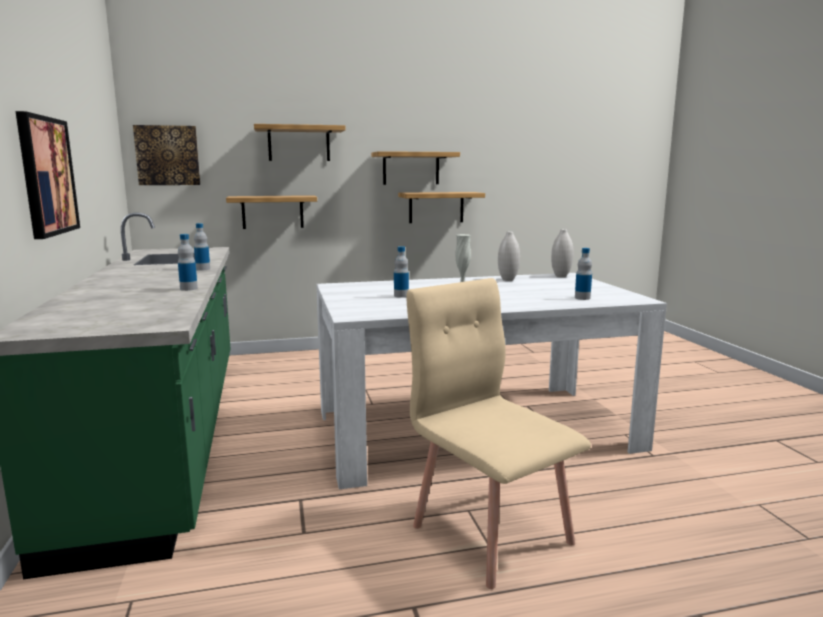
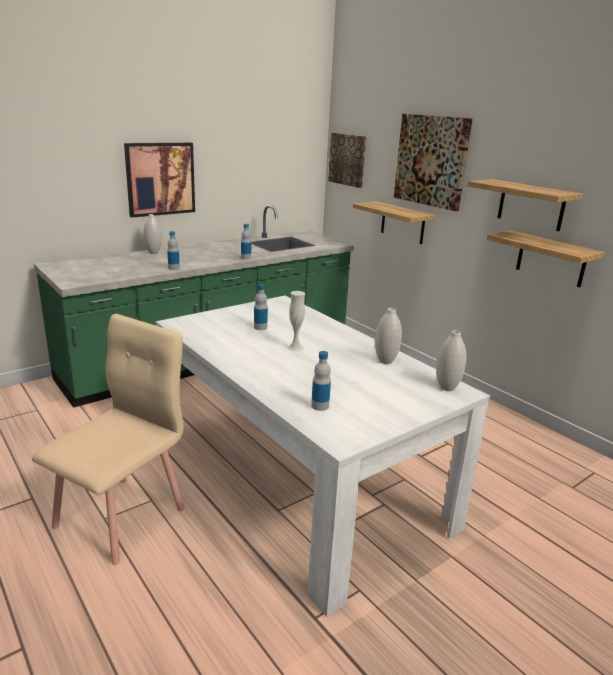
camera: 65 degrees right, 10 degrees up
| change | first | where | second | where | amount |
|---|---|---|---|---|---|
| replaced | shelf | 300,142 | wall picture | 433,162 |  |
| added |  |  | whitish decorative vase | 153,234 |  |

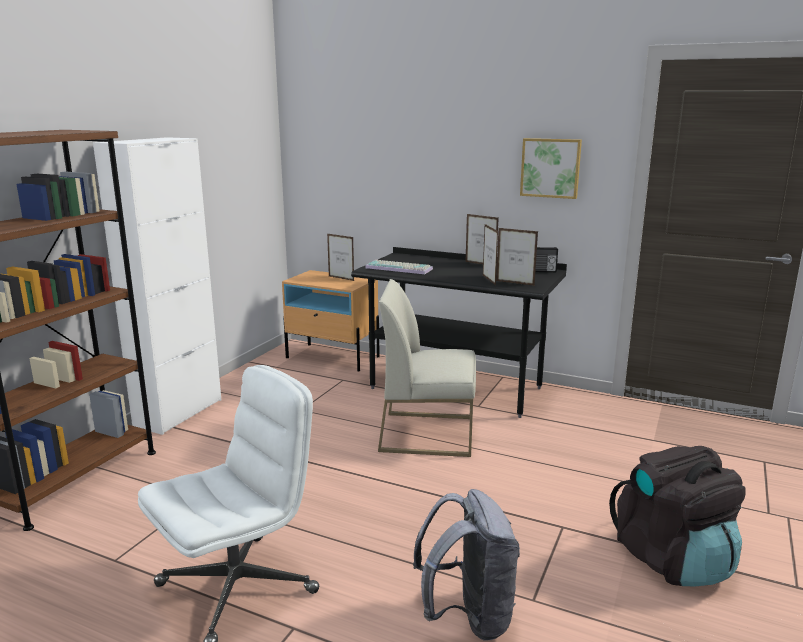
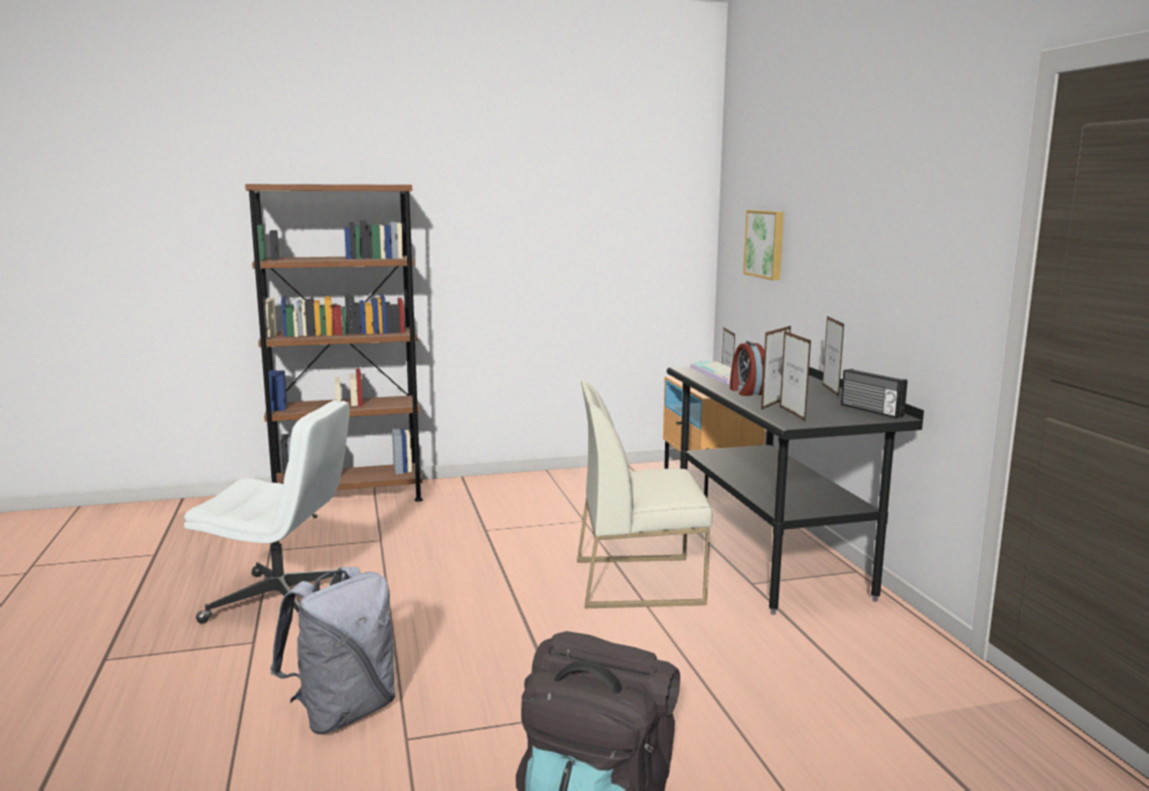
camera: 50 degrees right, 5 degrees down
| change | first | where | second | where | amount |
|---|---|---|---|---|---|
| removed | whitish cabinet | 157,286 |  |  |  |
| turned | whitish plain chair | 427,368 |  | 644,494 | 60 degrees counterclockwise |
| moved | wall picture | 551,168 |  | 763,245 |  |
| added |  |  | table clock | 747,368 |  |

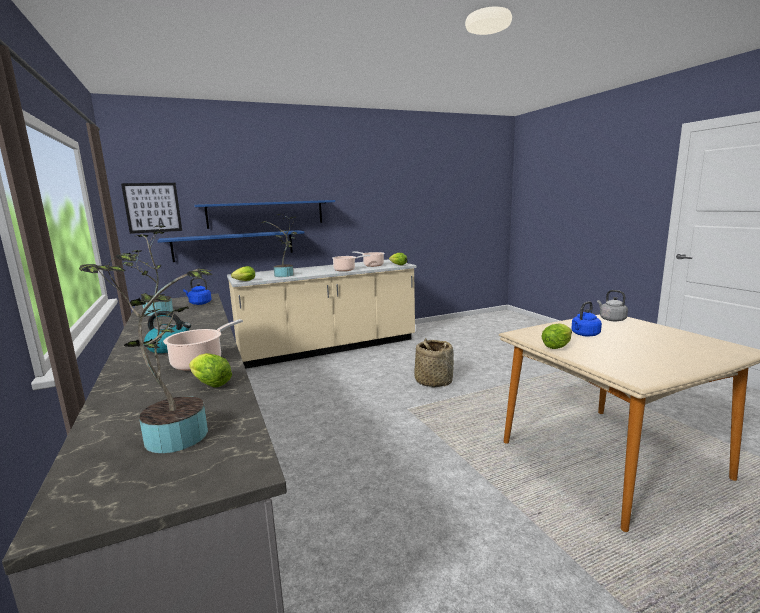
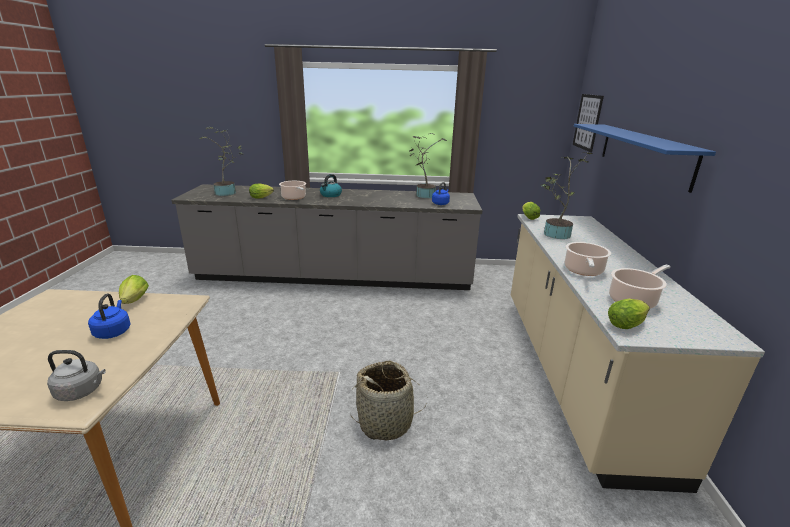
camera: 115 degrees right, 10 degrees up
| change | first | where | second | where | amount |
|---|---|---|---|---|---|
| removed | blue shelf | 231,246 |  |  |  |

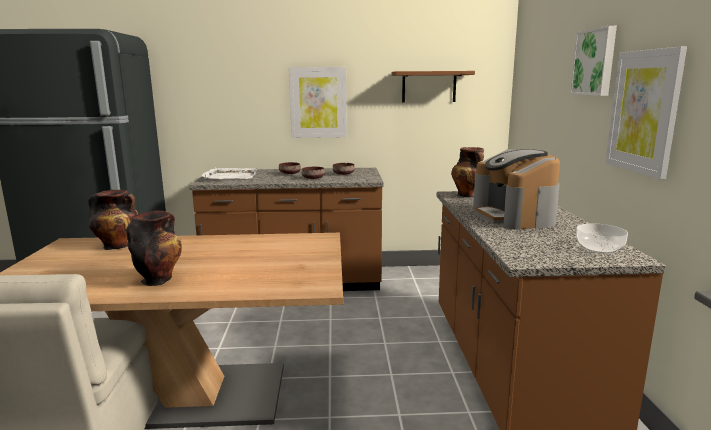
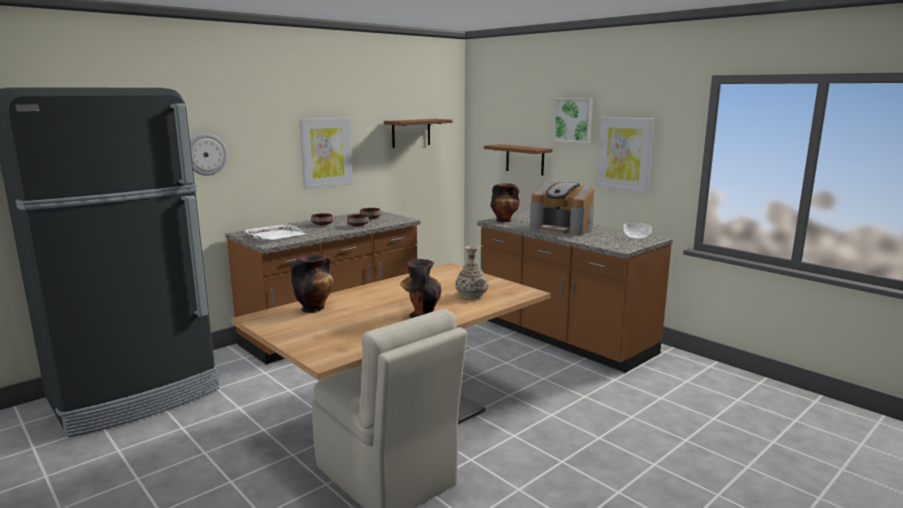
camera: 40 degrees left, 0 degrees up
| change | first | where | second | where | amount |
|---|---|---|---|---|---|
| added |  |  | clock on the wall | 209,154 |  |
| added |  |  | decorative vase | 471,272 |  |
| added |  |  | brown shelf | 518,160 |  |

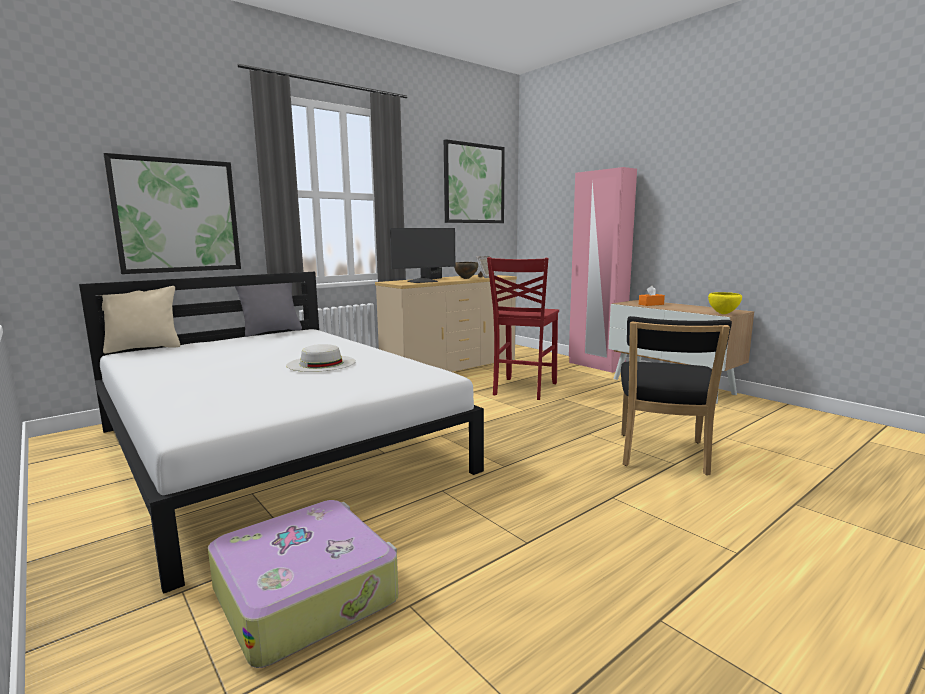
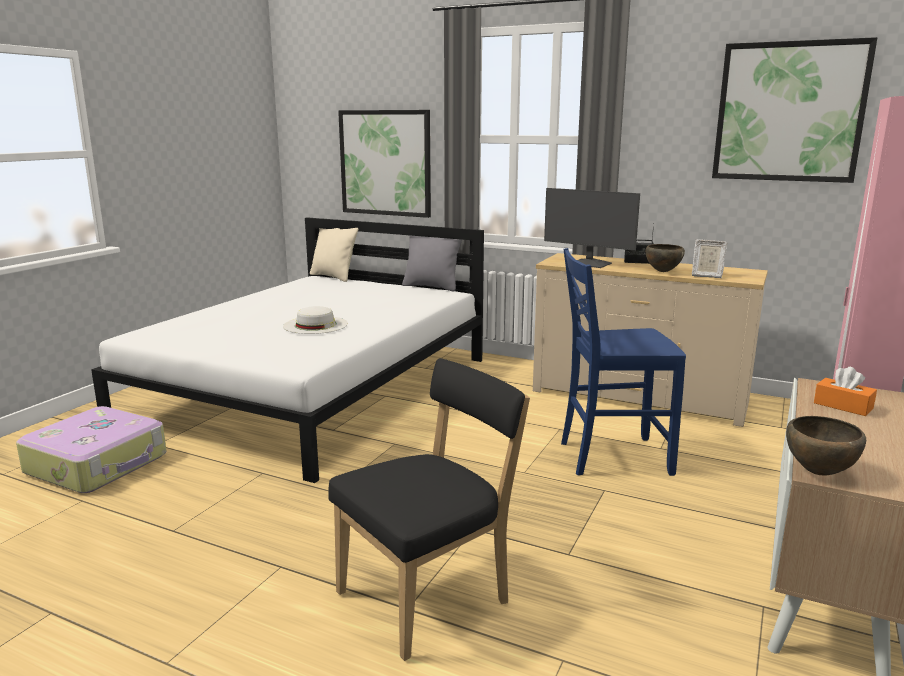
camera: 65 degrees right, 5 degrees up
| change | first | where | second | where | amount |
|---|---|---|---|---|---|
| recoloured | red-coloured plain chair | 523,328 | blue plain chair | 623,362 |  |
| turned | blackish plain chair | 676,395 |  | 429,509 | 150 degrees clockwise |
| recoloured | yellow-coloured bowl | 725,303 | brown bowl | 826,445 |  |

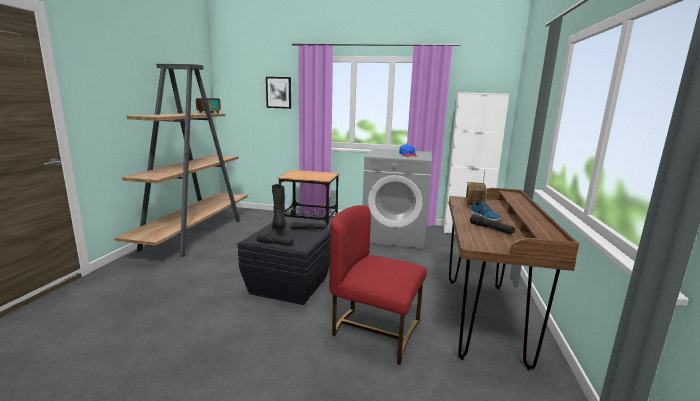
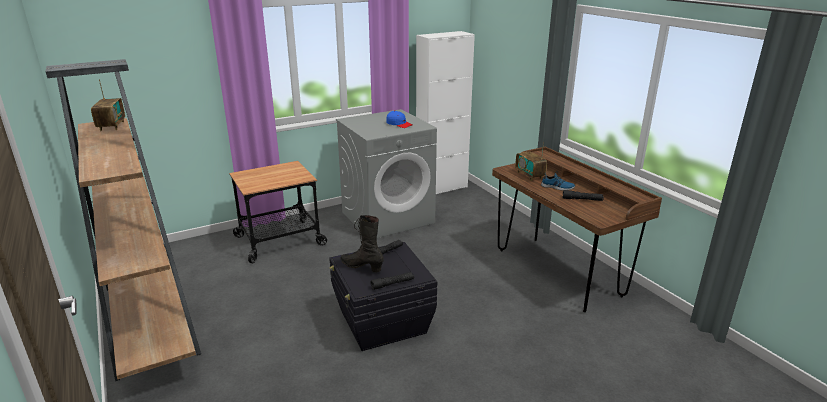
camera: 40 degrees left, 10 degrees up
| change | first | where | second | where | amount |
|---|---|---|---|---|---|
| removed | wall picture | 278,93 |  |  |  |
| removed | red-coloured plain chair | 378,285 |  |  |  |

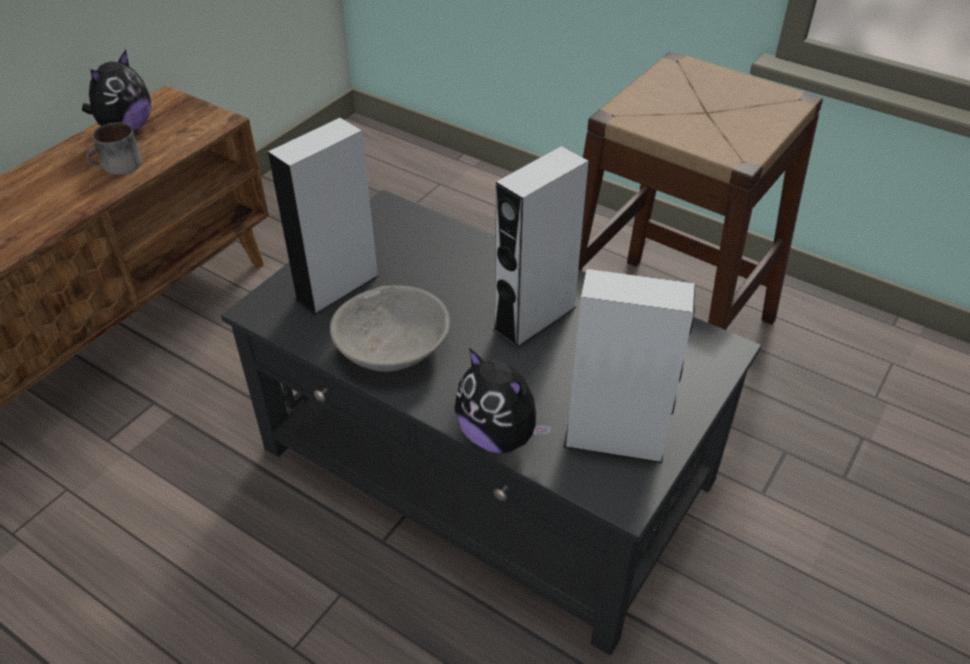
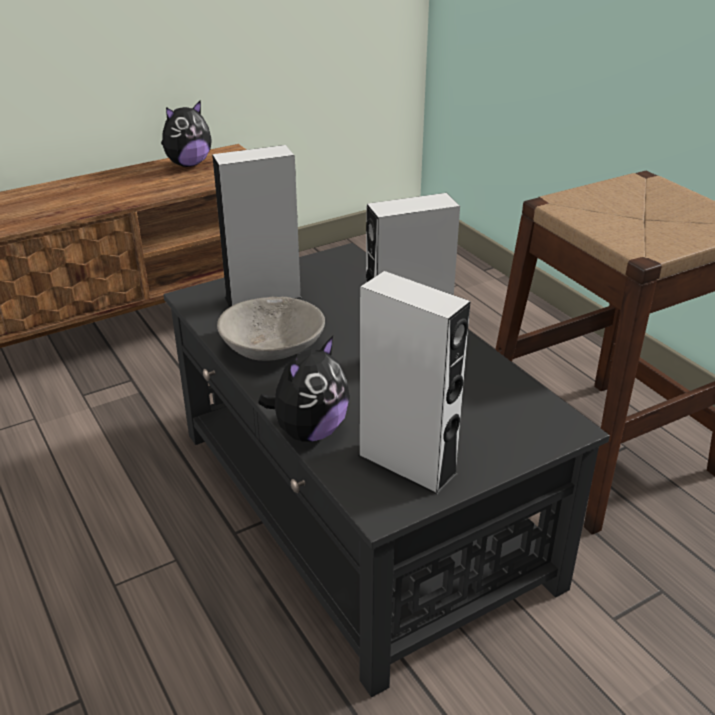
camera: 25 degrees right, 10 degrees down
| change | first | where | second | where | amount |
|---|---|---|---|---|---|
| removed | mug | 114,148 |  |  |  |
| turned | cuddly toy | 503,401 |  | 304,389 | 120 degrees counterclockwise |

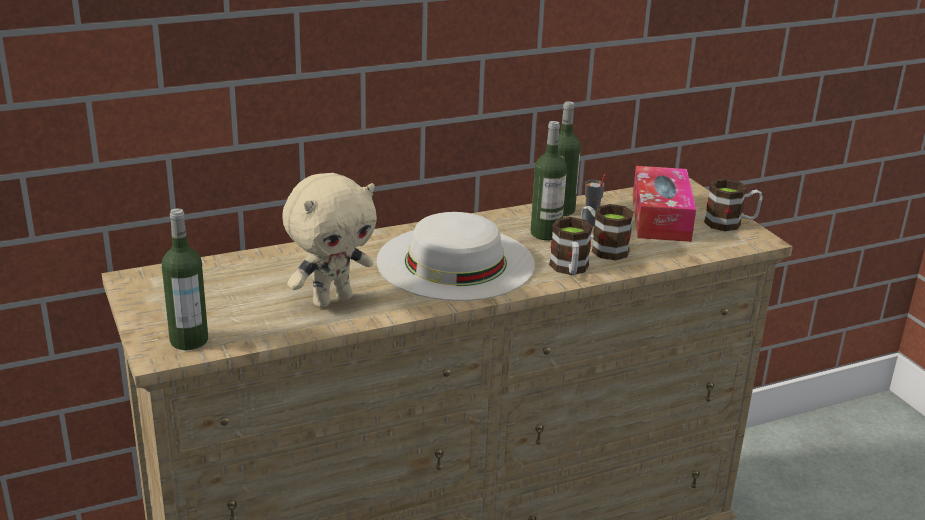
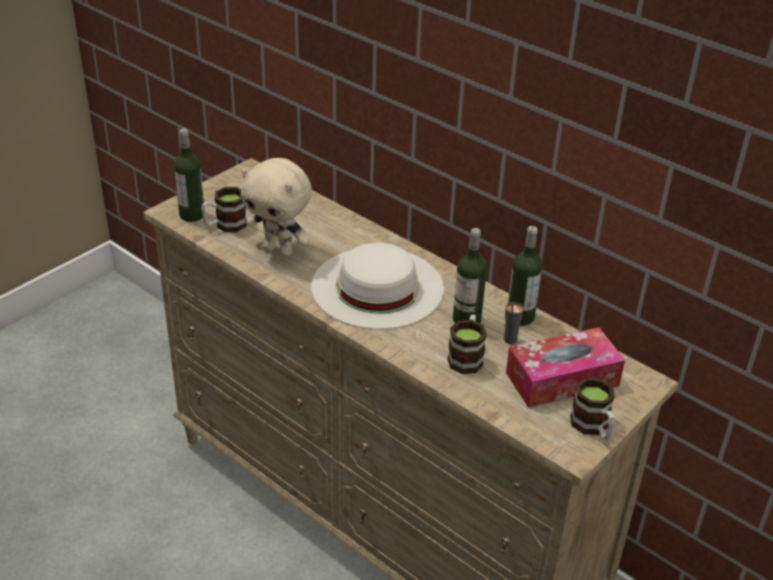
camera: 65 degrees right, 10 degrees up
| change | first | where | second | where | amount |
|---|---|---|---|---|---|
| moved | mug | 571,246 |  | 224,209 |  |

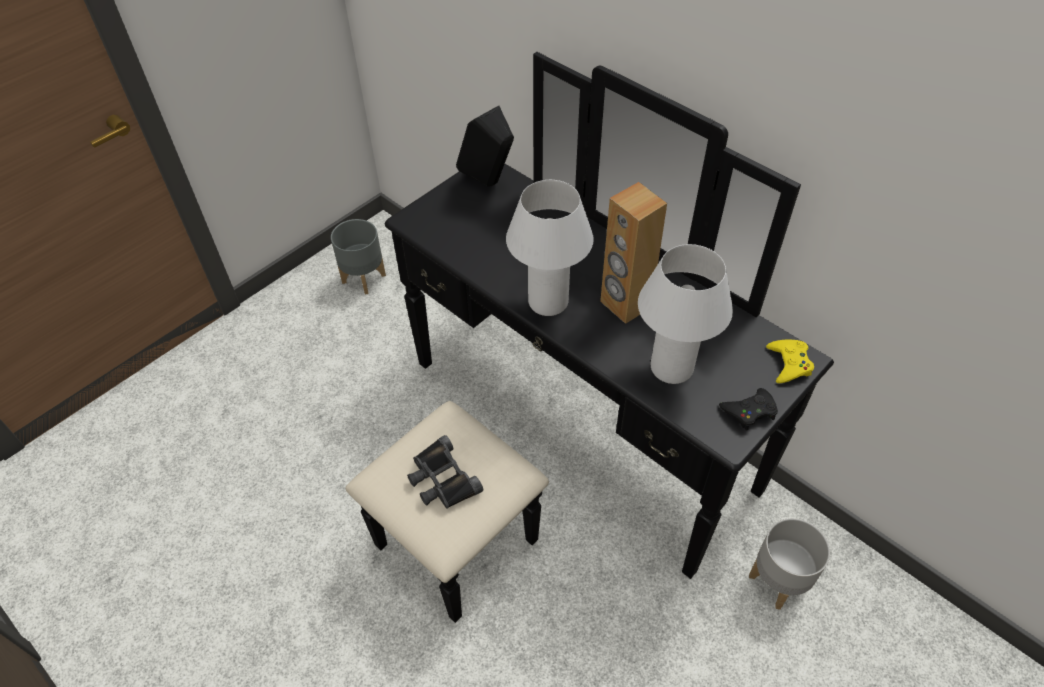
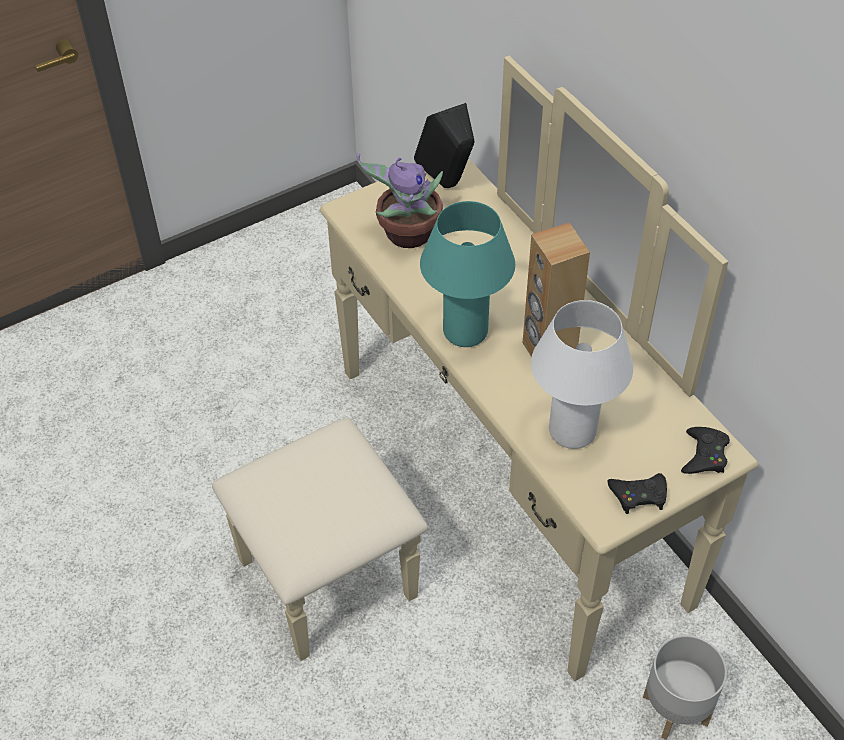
camera: 15 degrees right, 0 degrees up
| change | first | where | second | where | amount |
|---|---|---|---|---|---|
| removed | greyish plant pot | 358,257 |  |  |  |
| recoloured | blackish dresser | 589,337 | beige-coloured dresser | 485,368 |  |
| removed | blackish binoculars | 445,472 |  |  |  |
| recoloured | whitish tabletop lamp | 550,248 | turquoise-coloured tabletop lamp | 467,274 |  |
| recoloured | yellow-coloured game controller | 790,361 | blackish game controller | 705,450 |  |
| added |  |  | potted plant | 399,200 |  |

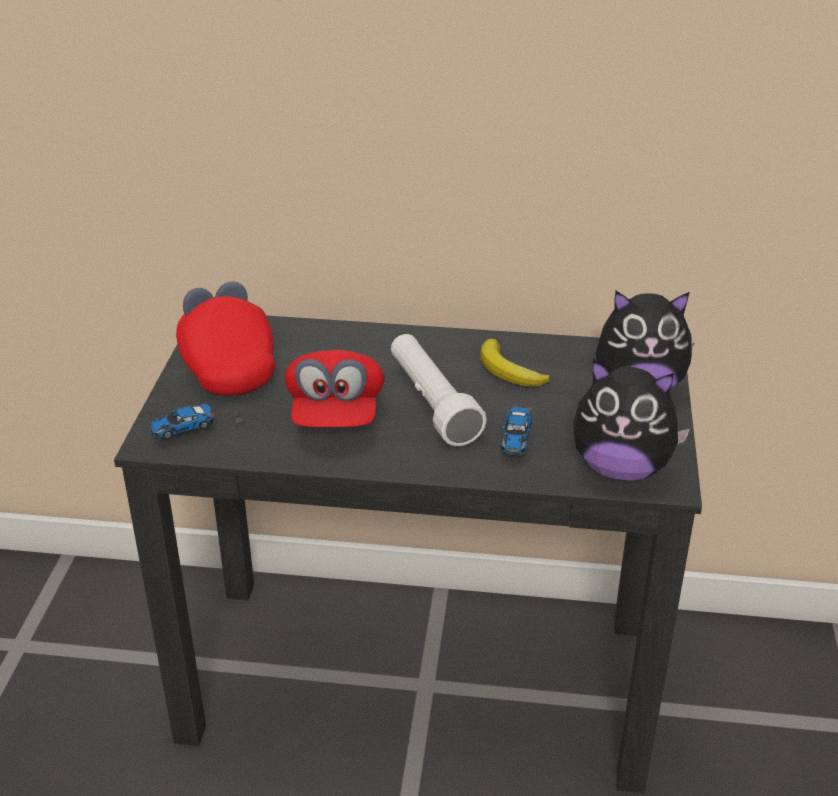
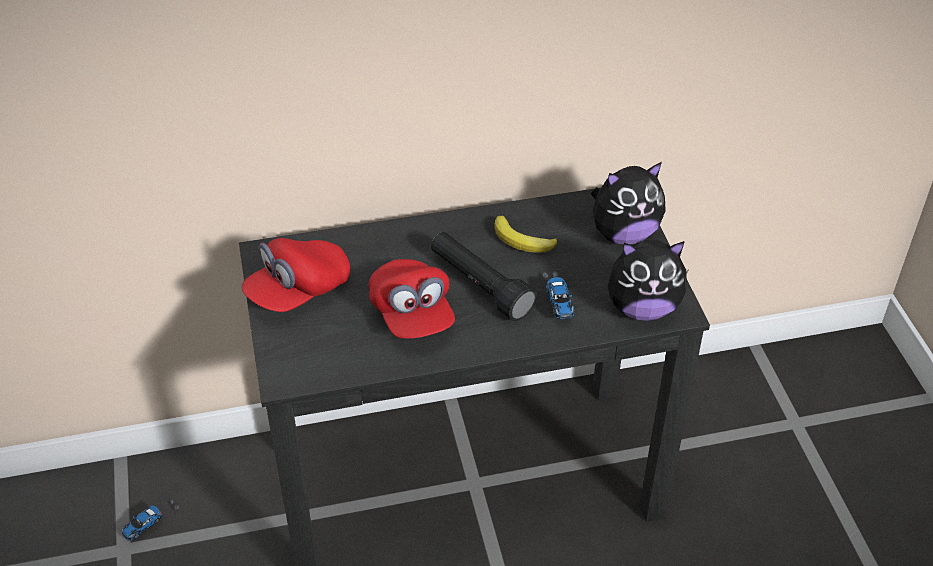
camera: 20 degrees left, 10 degrees up
| change | first | where | second | where | amount |
|---|---|---|---|---|---|
| moved | miniature car | 196,421 |  | 150,520 |  |
| turned | red-coloured peaked cap | 225,338 |  | 296,275 | 90 degrees counterclockwise |
| recoloured | whitish hand torch | 439,390 | blackish hand torch | 484,276 |  |

